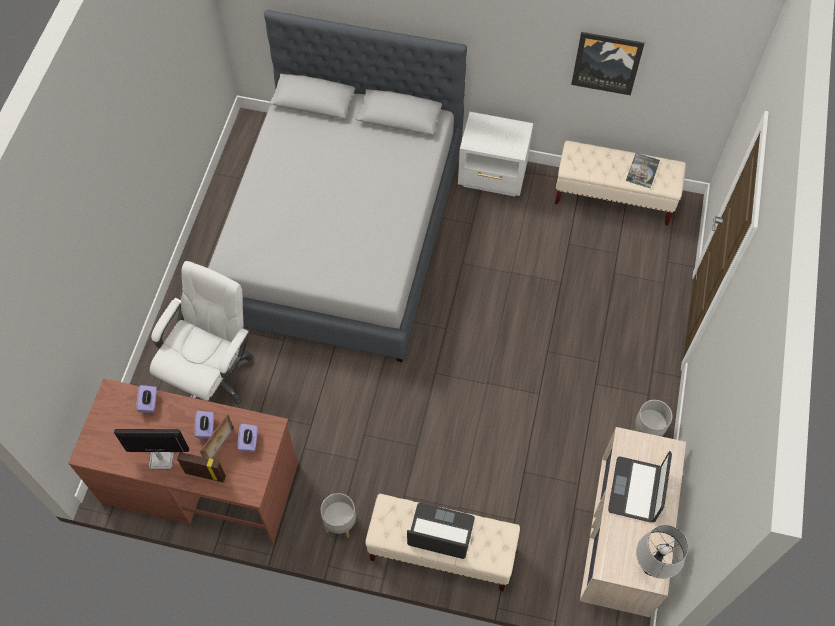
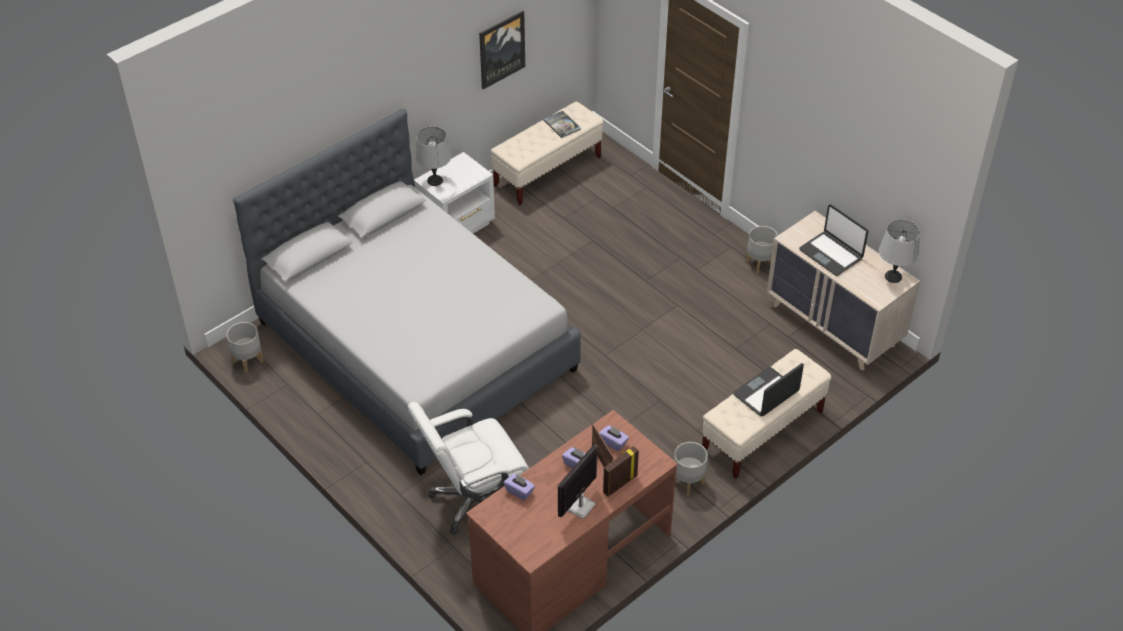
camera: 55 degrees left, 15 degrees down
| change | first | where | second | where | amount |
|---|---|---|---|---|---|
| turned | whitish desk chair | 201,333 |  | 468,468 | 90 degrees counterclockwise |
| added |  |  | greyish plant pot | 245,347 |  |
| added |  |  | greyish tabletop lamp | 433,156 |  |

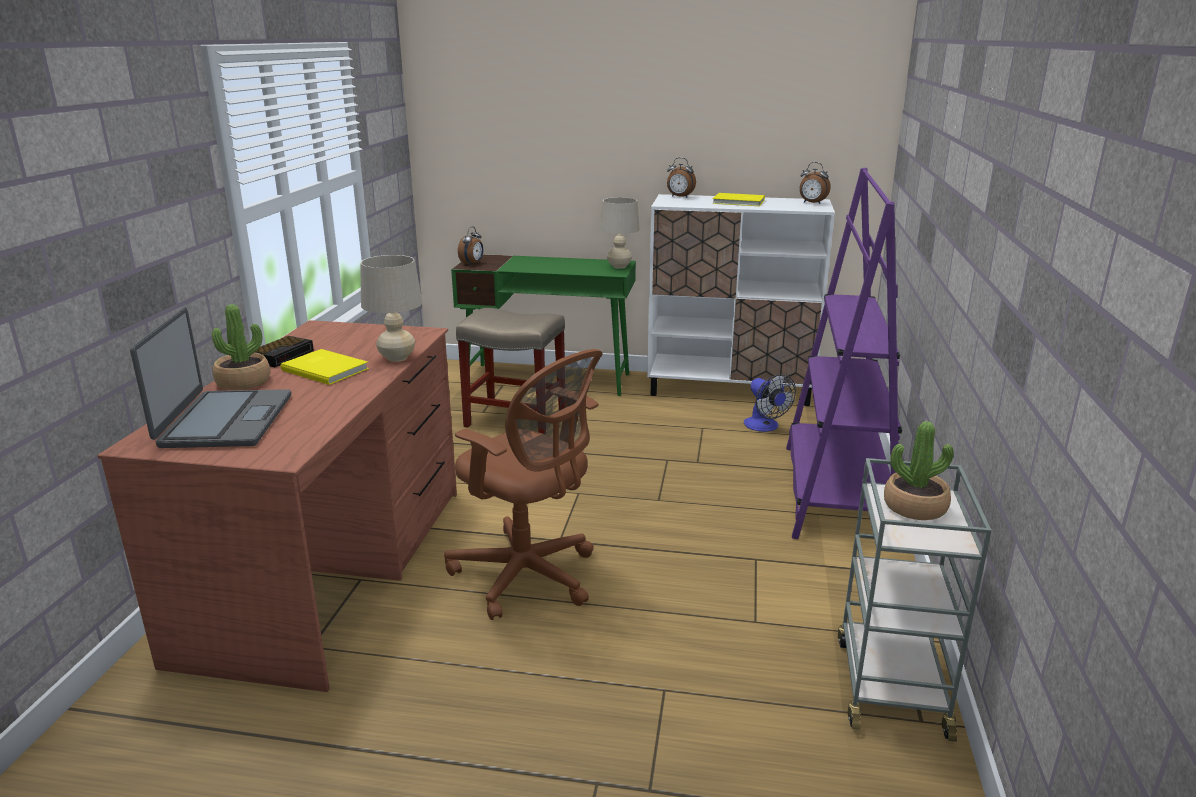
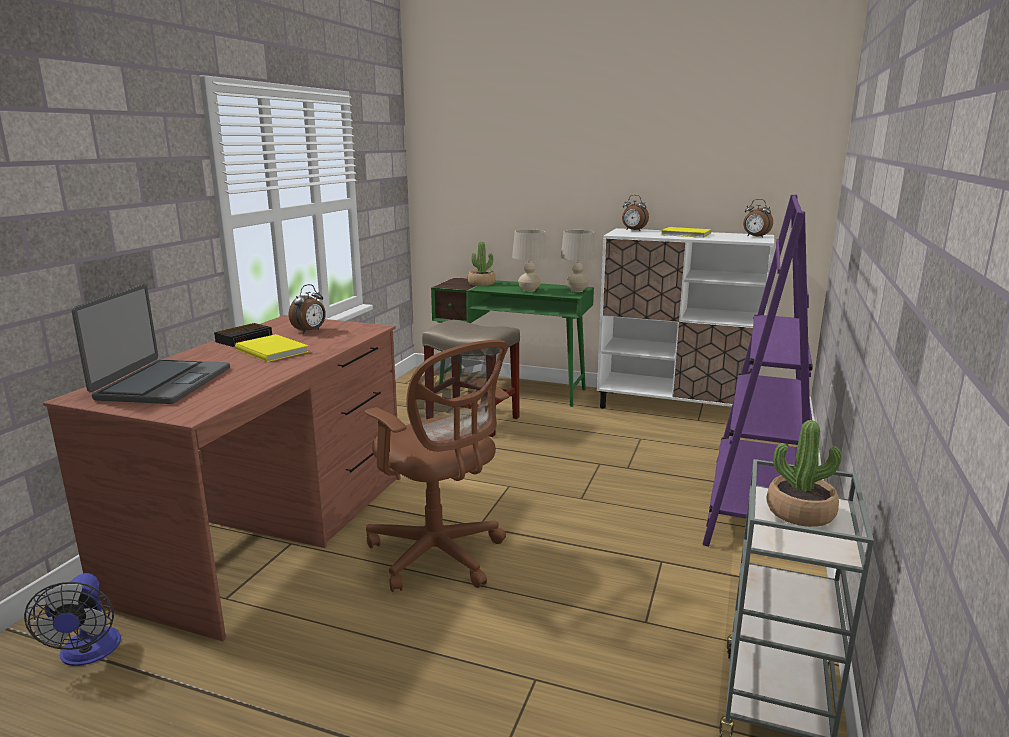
camera: 10 degrees right, 5 degrees down
| change | first | where | second | where | amount |
|---|---|---|---|---|---|
| moved | potted plant | 241,347 |  | 482,263 |  |
| moved | beige-coloured tabletop lamp | 391,308 |  | 529,261 |  |
| moved | table clock | 470,246 |  | 307,308 |  |
| moved | electric fan | 770,403 |  | 72,619 |  |

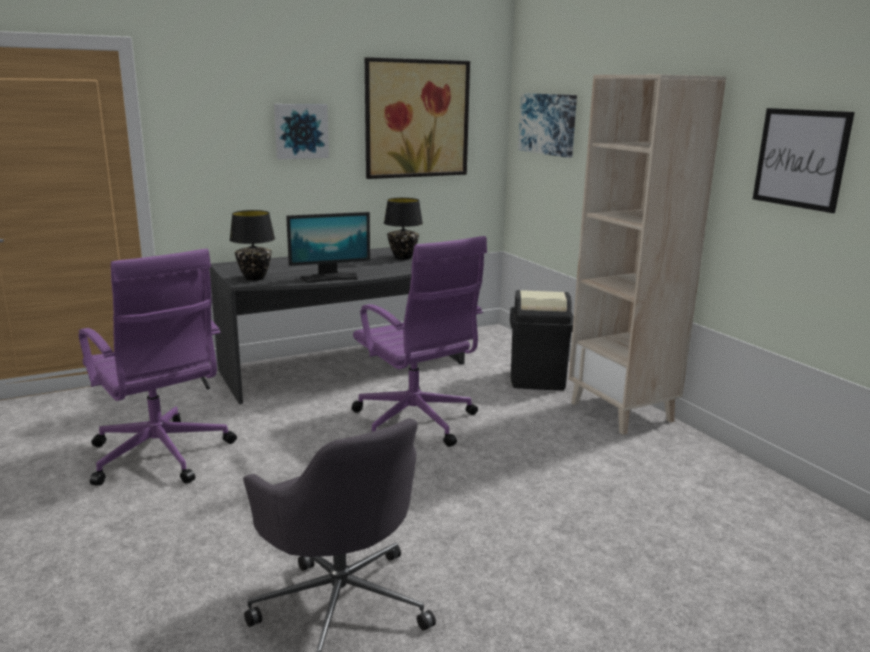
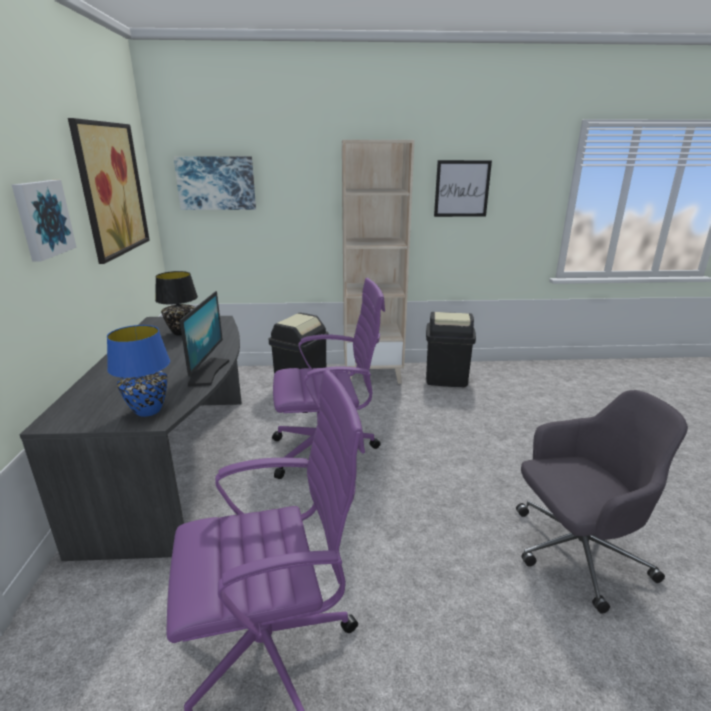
camera: 65 degrees left, 5 degrees up
| change | first | where | second | where | amount |
|---|---|---|---|---|---|
| recoloured | blackish tabletop lamp | 252,245 | blue tabletop lamp | 138,371 |  |
| added |  |  | blackish trash can | 451,349 |  |

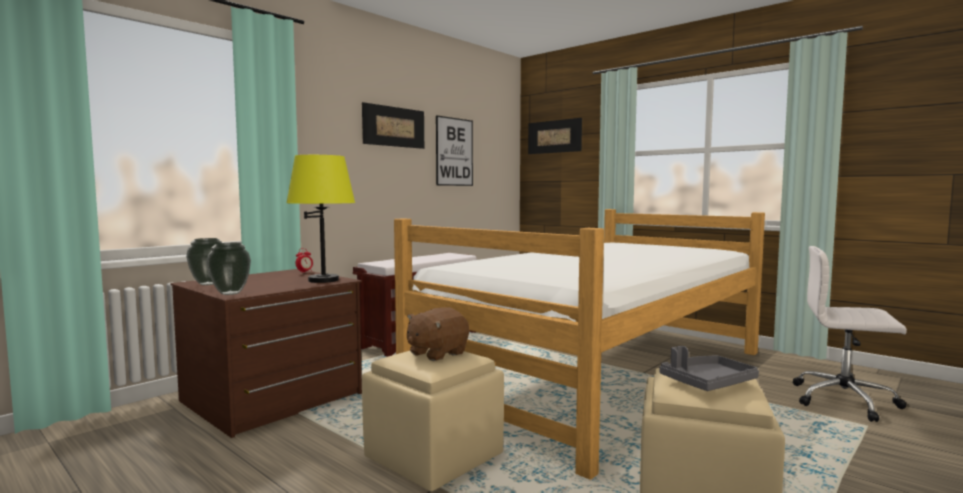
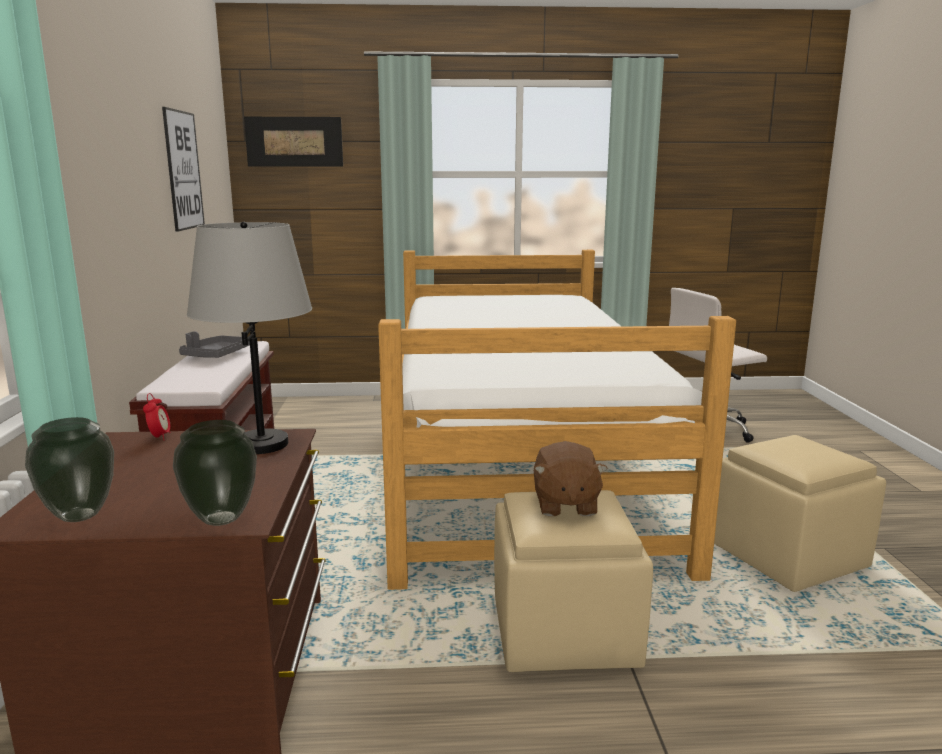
camera: 45 degrees left, 10 degrees up
| change | first | where | second | where | amount |
|---|---|---|---|---|---|
| recoloured | yellow-coloured tabletop lamp | 321,218 | greyish tabletop lamp | 249,338 |  |
| removed | wall picture | 393,125 |  |  |  |
| moved | greyish tray | 709,368 |  | 214,344 |  |

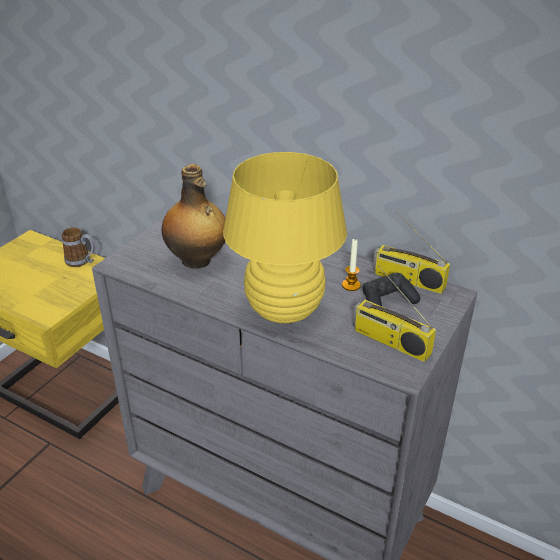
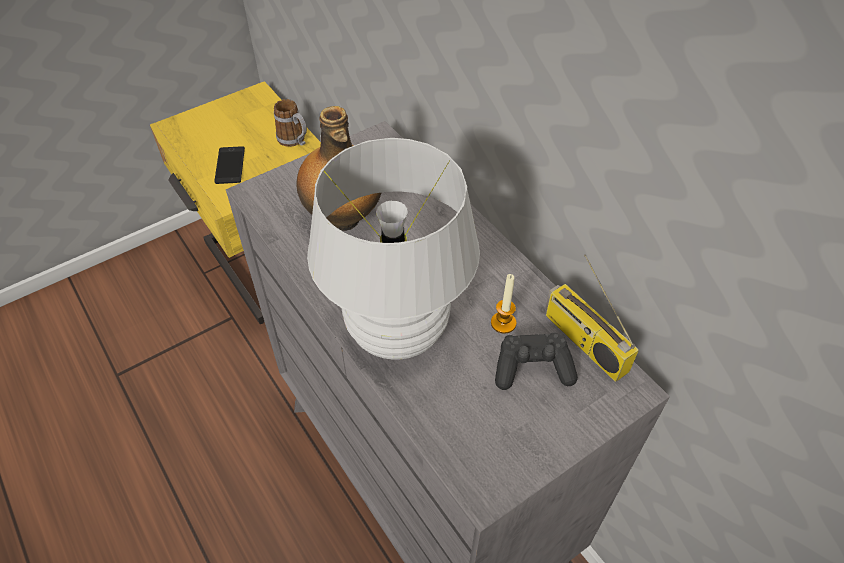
camera: 25 degrees right, 15 degrees up
| change | first | where | second | where | amount |
|---|---|---|---|---|---|
| recoloured | yellow-coloured tabletop lamp | 285,237 | whitish tabletop lamp | 393,249 |  |
| removed | radio | 394,313 |  |  |  |
| added |  |  | phone | 229,165 |  |

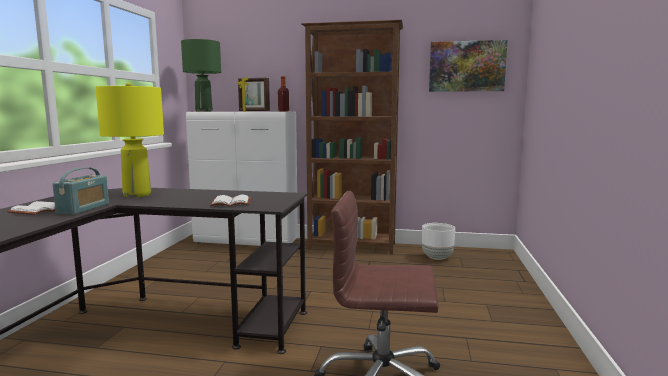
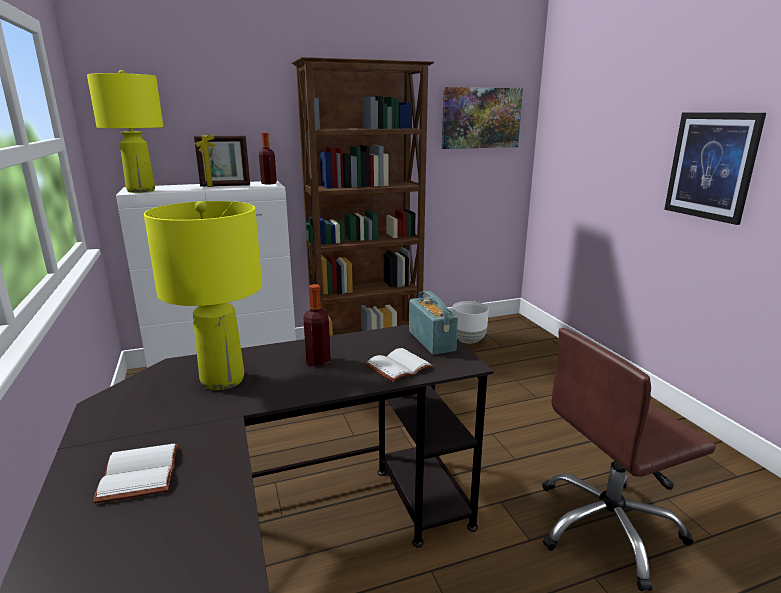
camera: 30 degrees left, 10 degrees up
| change | first | where | second | where | amount |
|---|---|---|---|---|---|
| moved | radio | 81,190 |  | 433,323 |  |
| recoloured | green tabletop lamp | 201,75 | yellow-coloured tabletop lamp | 125,131 |  |
| added |  |  | bottle | 317,325 |  |
| added |  |  | wall picture | 715,168 |  |

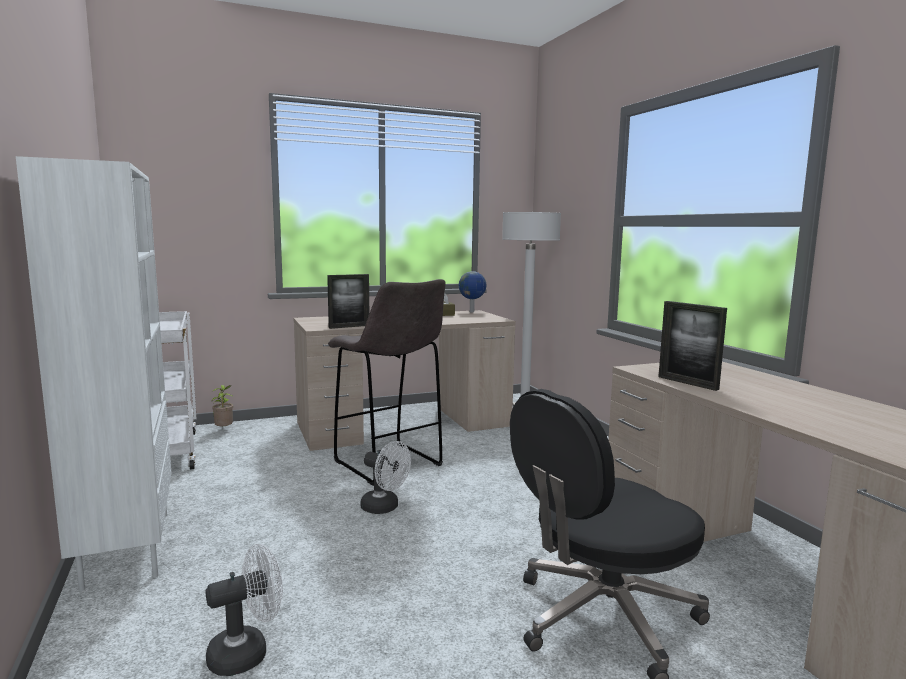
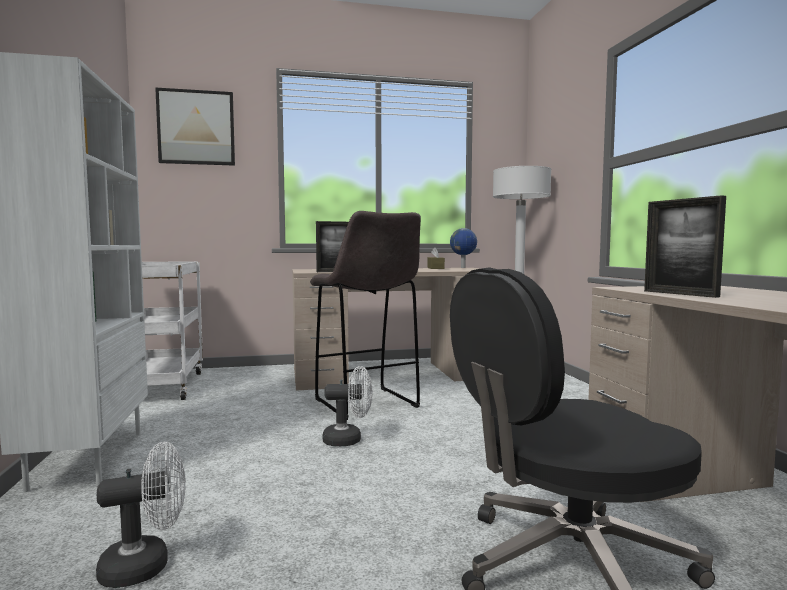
camera: 10 degrees right, 5 degrees down
| change | first | where | second | where | amount |
|---|---|---|---|---|---|
| removed | potted plant | 222,406 |  |  |  |
| turned | whitish electric fan | 385,477 |  | 347,406 | 45 degrees counterclockwise |
| added |  |  | wall picture | 195,126 |  |

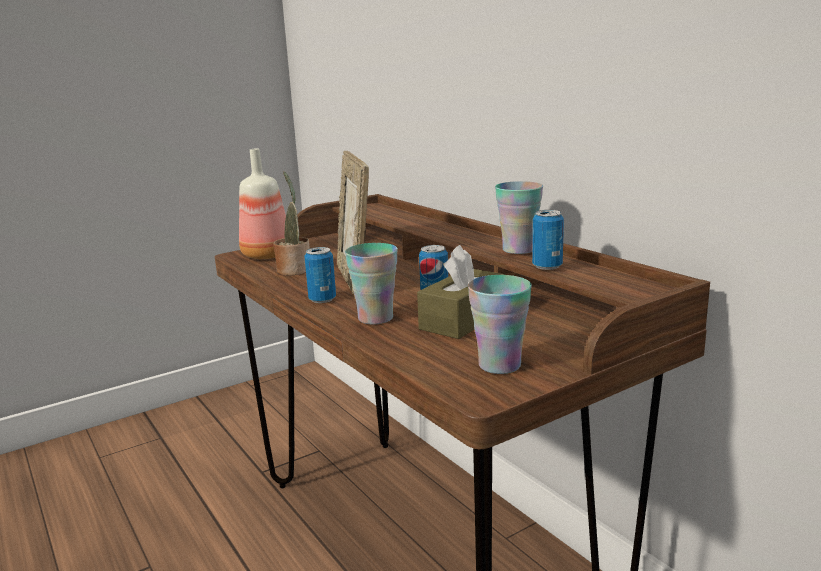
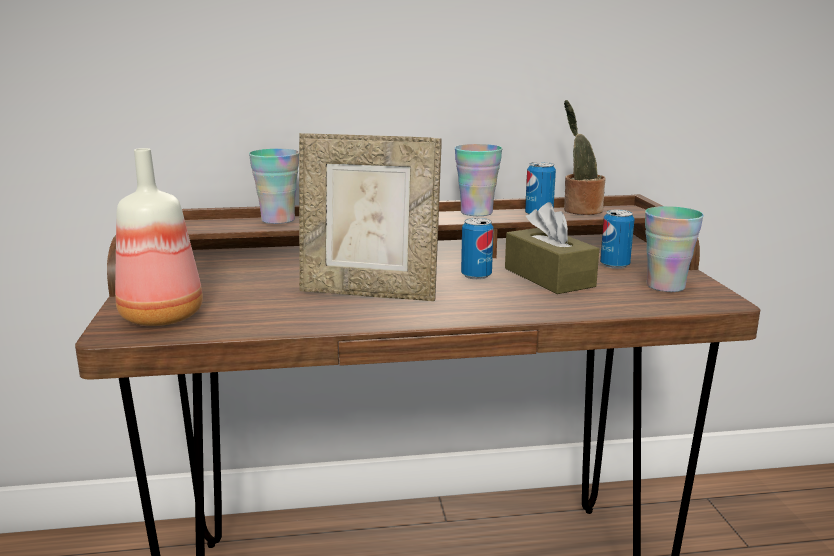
camera: 65 degrees left, 0 degrees up
| change | first | where | second | where | amount |
|---|---|---|---|---|---|
| moved | potted plant | 291,223 |  | 585,157 |  |
| moved | metal can | 320,275 |  | 617,239 |  |
| moved | cup | 371,284 |  | 274,186 |  |

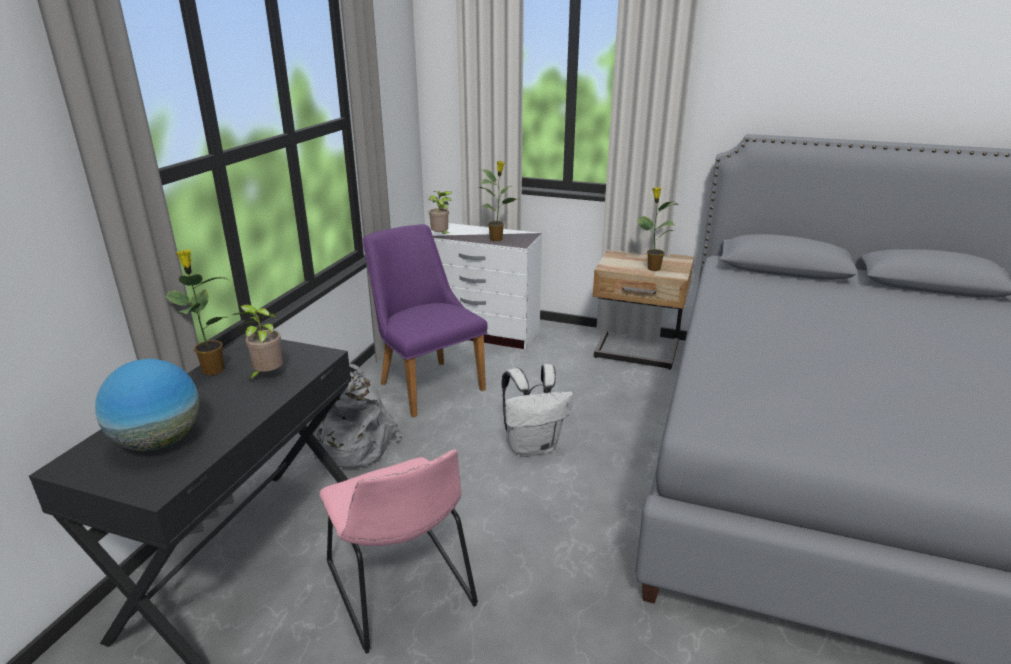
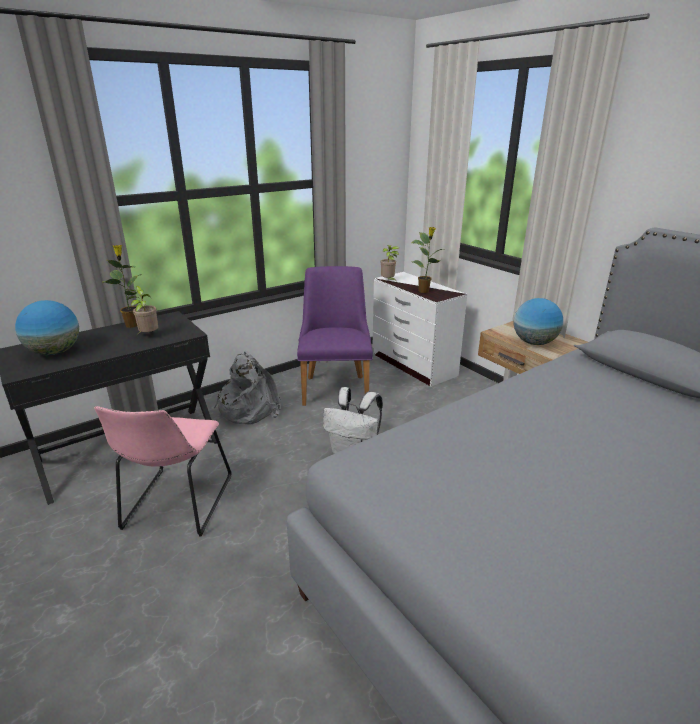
camera: 35 degrees right, 0 degrees up
| change | first | where | second | where | amount |
|---|---|---|---|---|---|
| replaced | potted plant | 658,229 | desk globe | 538,321 |  |

